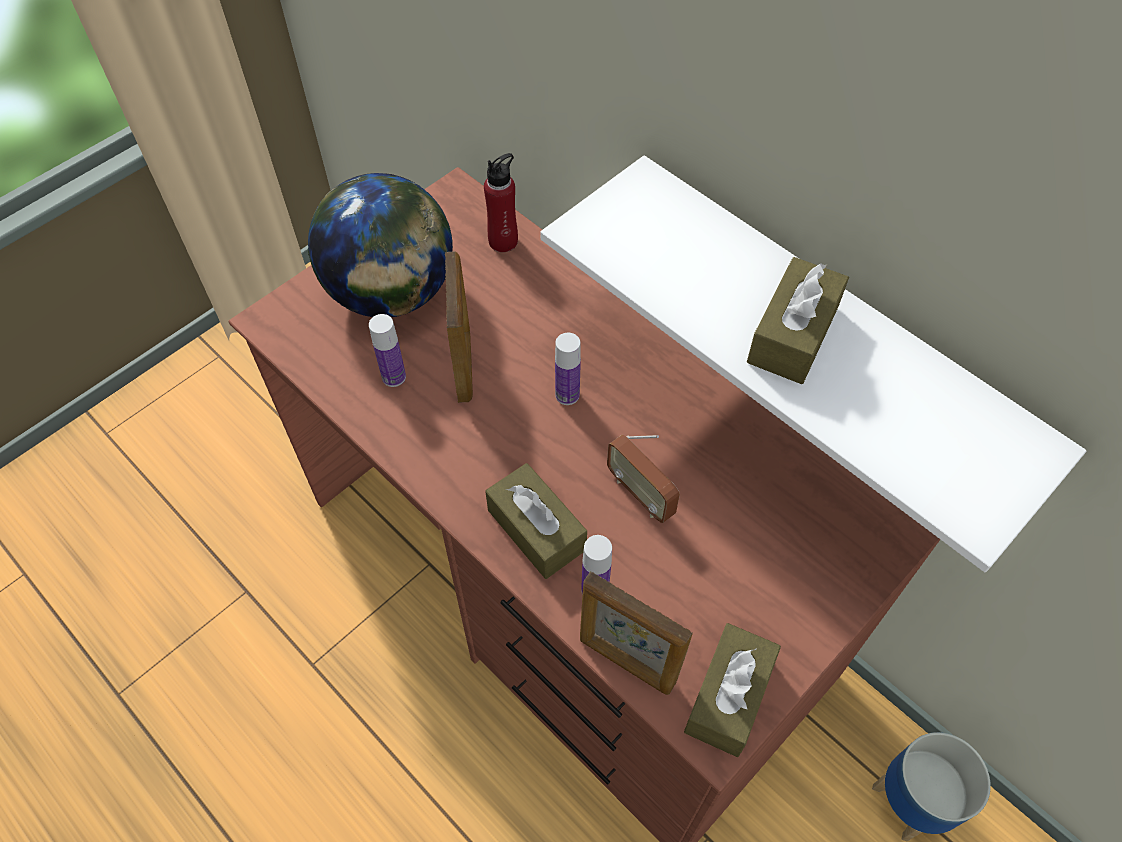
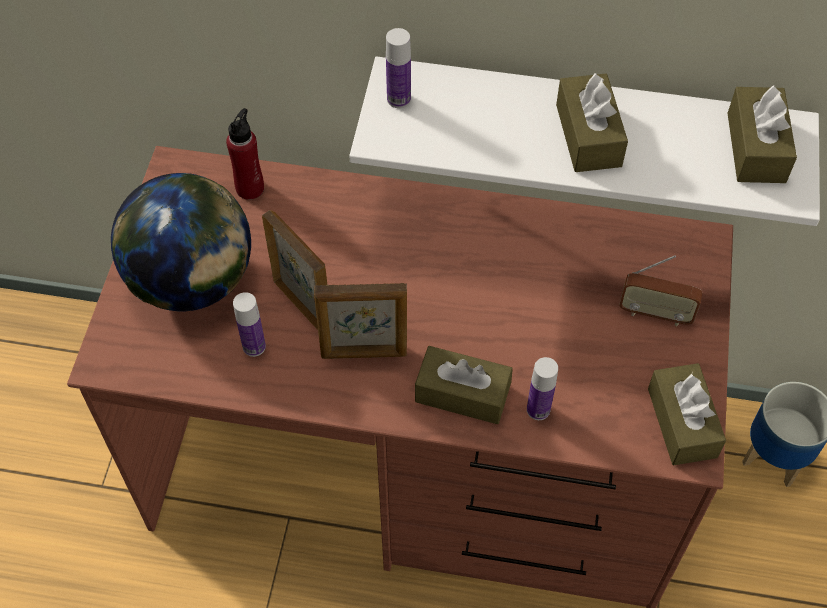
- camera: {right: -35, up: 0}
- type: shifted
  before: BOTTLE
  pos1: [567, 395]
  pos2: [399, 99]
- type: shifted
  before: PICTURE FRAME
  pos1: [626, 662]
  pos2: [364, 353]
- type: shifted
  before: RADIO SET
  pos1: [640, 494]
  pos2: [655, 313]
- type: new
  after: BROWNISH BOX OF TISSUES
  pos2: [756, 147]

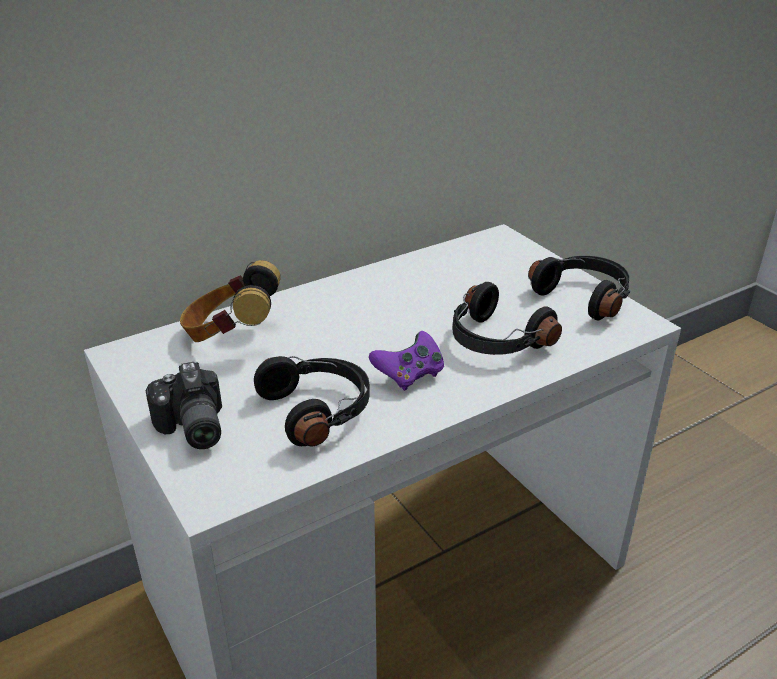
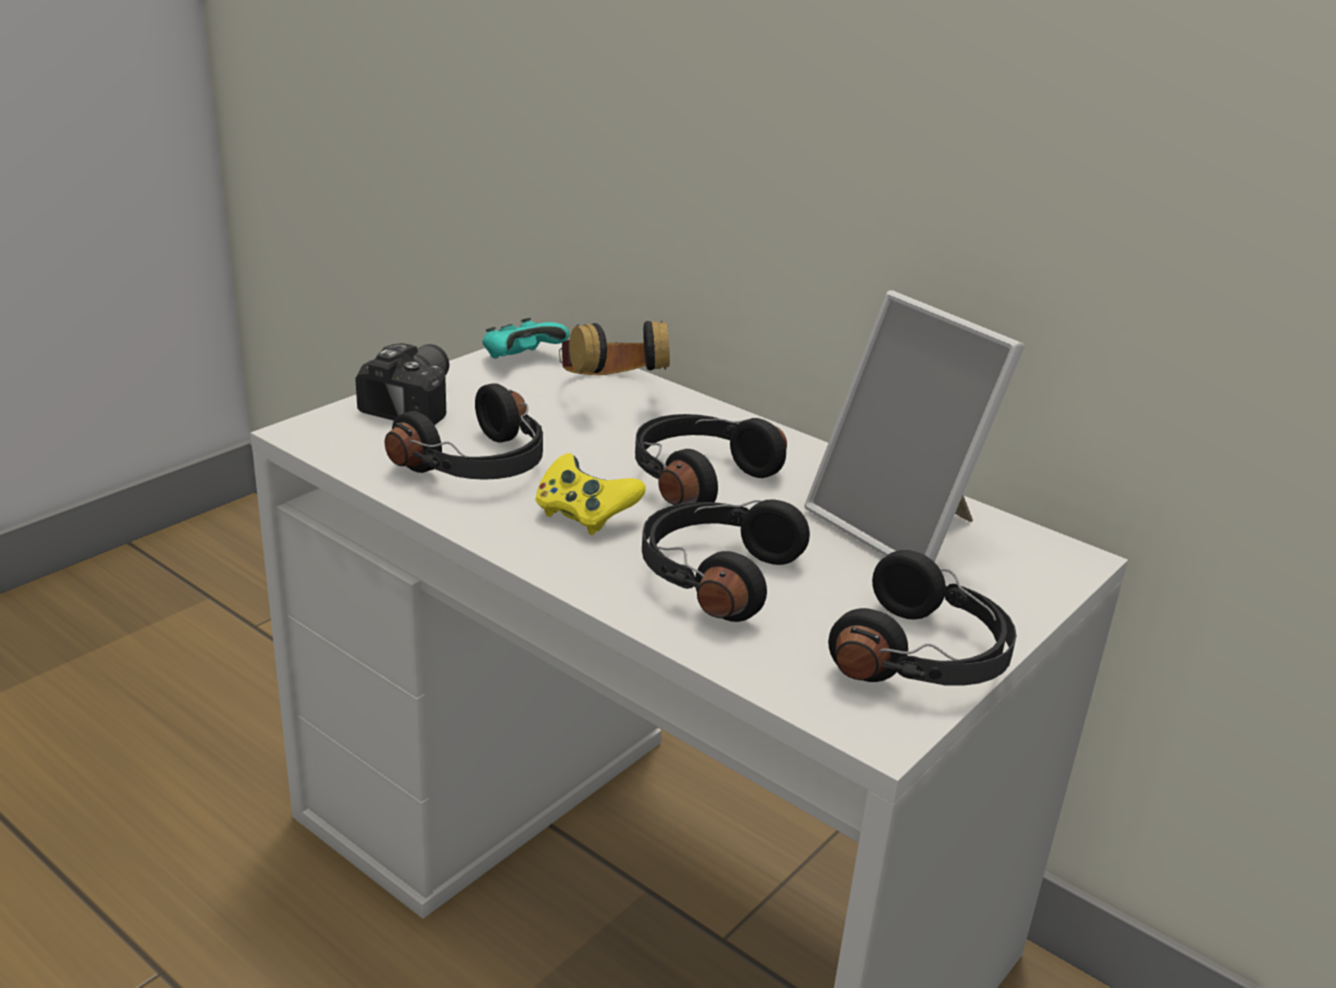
- camera: {right: 70, up: -5}
- type: rotated
  before: STILL CAMERA
  pos1: [190, 428]
  pos2: [418, 402]
  turn: 150
- type: repainted
  before: PURPLE JOYPAD
  after: YELLOW-COLOURED JOYPAD
  pos1: [409, 375]
  pos2: [584, 516]
- type: new
  after: TURQUOISE JOYPAD
  pos2: [521, 359]
- type: new
  after: BLACK HEADSET
  pos2: [696, 478]
- type: new
  after: PICTURE FRAME
  pos2: [900, 528]

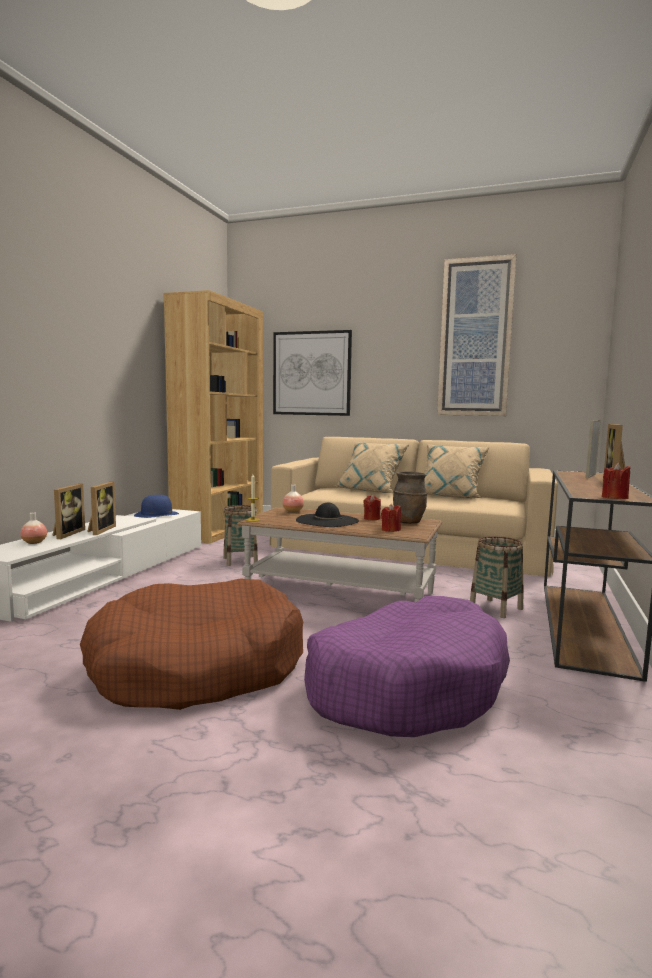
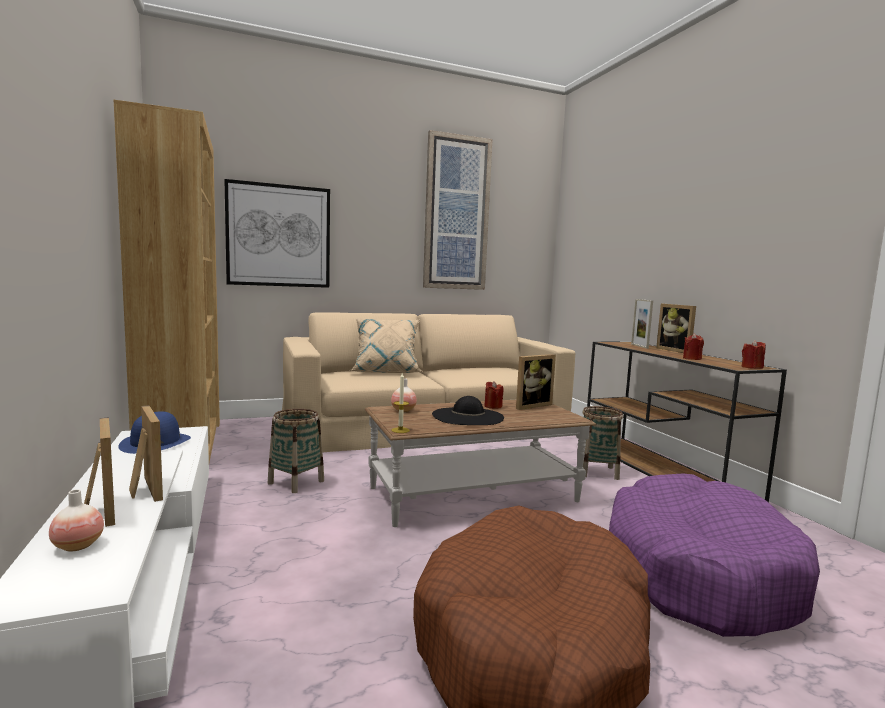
- camera: {right: -40, up: 0}
- type: shifted
  before: RED-COLOURED WAX LIGHT
  pos1: [390, 530]
  pos2: [692, 358]
- type: swapped
  before: BROWNISH DECORATIVE VASE
  after: PICTURE FRAME
  pos1: [408, 522]
  pos2: [530, 405]
- type: gone
  before: SAND-COLOURED PILLOW
  pos1: [450, 496]

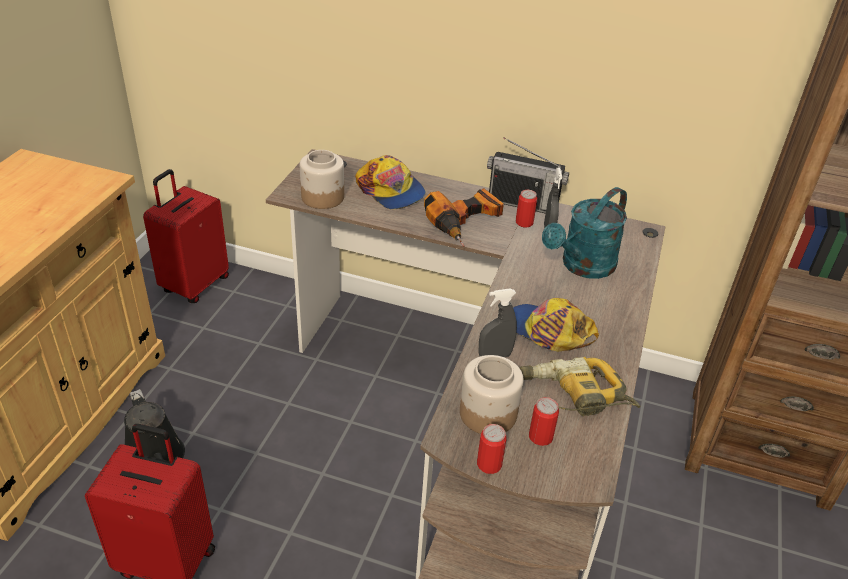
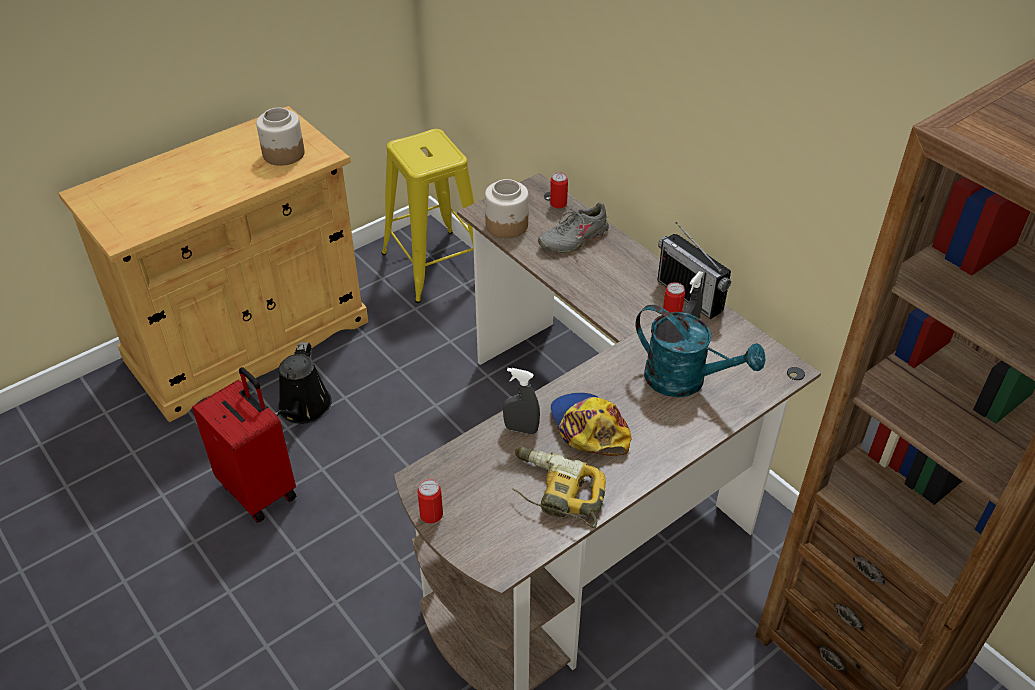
- camera: {right: 35, up: 5}
- type: swapped
  before: RED-COLOURED SUITCASE
  after: YELLOW-COLOURED SITTING STOOL
  pos1: [194, 284]
  pos2: [434, 265]
- type: swapped
  before: PEAKED CAP
  after: GRAY SHOE
  pos1: [390, 191]
  pos2: [573, 239]
- type: gone
  before: ELECTRIC DRILL
  pos1: [466, 224]
- type: shifted
  before: JAR
  pos1: [487, 414]
  pos2: [283, 154]
- type: shifted
  before: CAN
  pos1: [540, 437]
  pos2: [558, 203]
- type: rotated
  before: TURQUOISE SPRINKLING CAN
  pos1: [582, 267]
  pos2: [685, 381]
  turn: -135

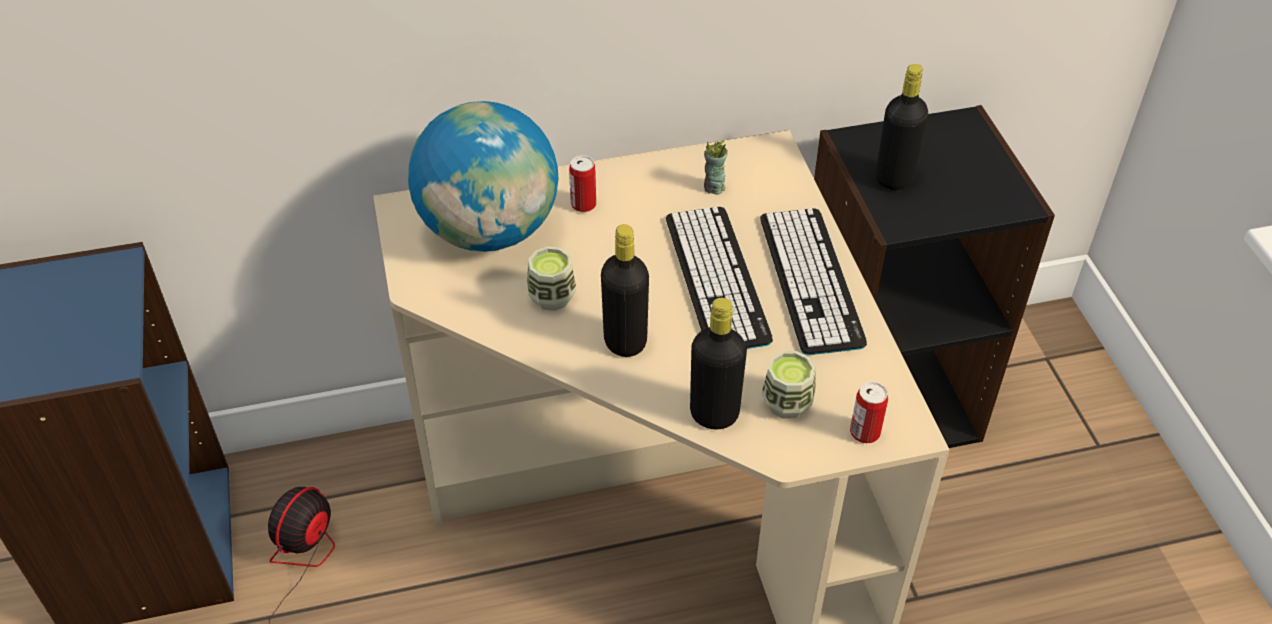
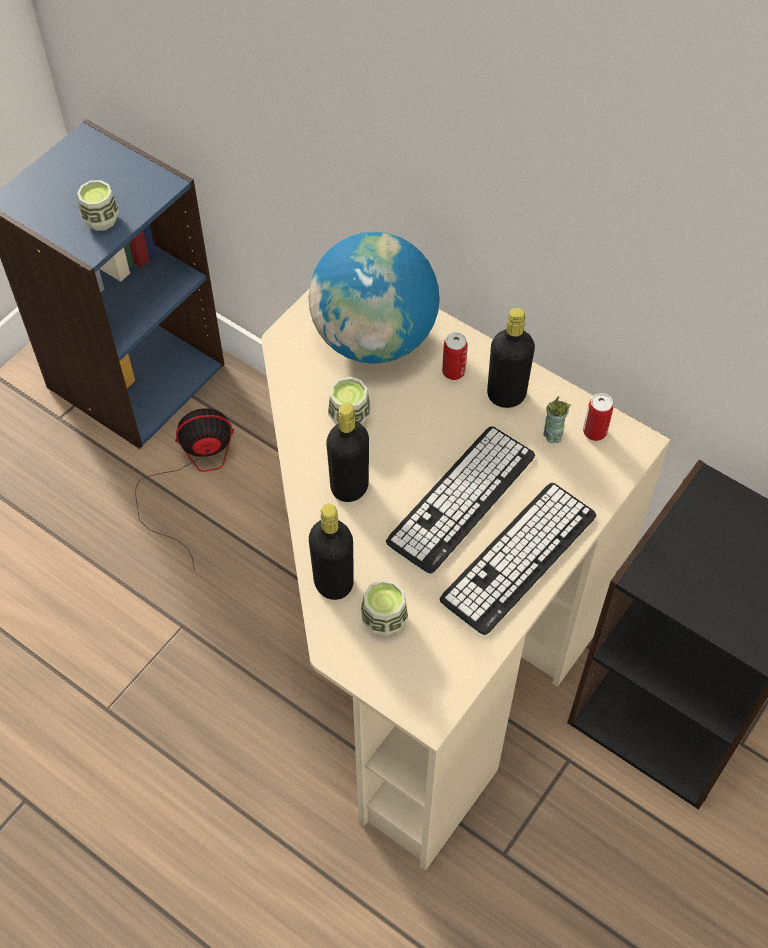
- camera: {right: 50, up: 10}
- type: shifted
  before: CAN
  pos1: [864, 432]
  pos2: [594, 432]
- type: shifted
  before: BLACK BOTTLE
  pos1: [894, 178]
  pos2: [506, 395]
- type: new
  after: CUP
  pos2: [101, 220]

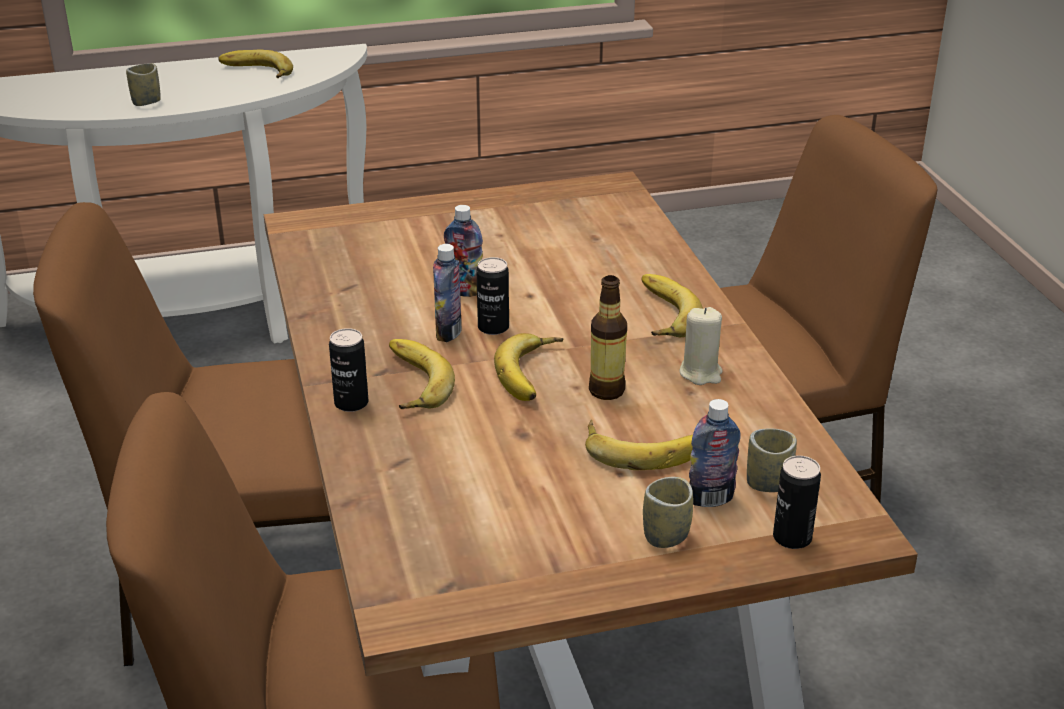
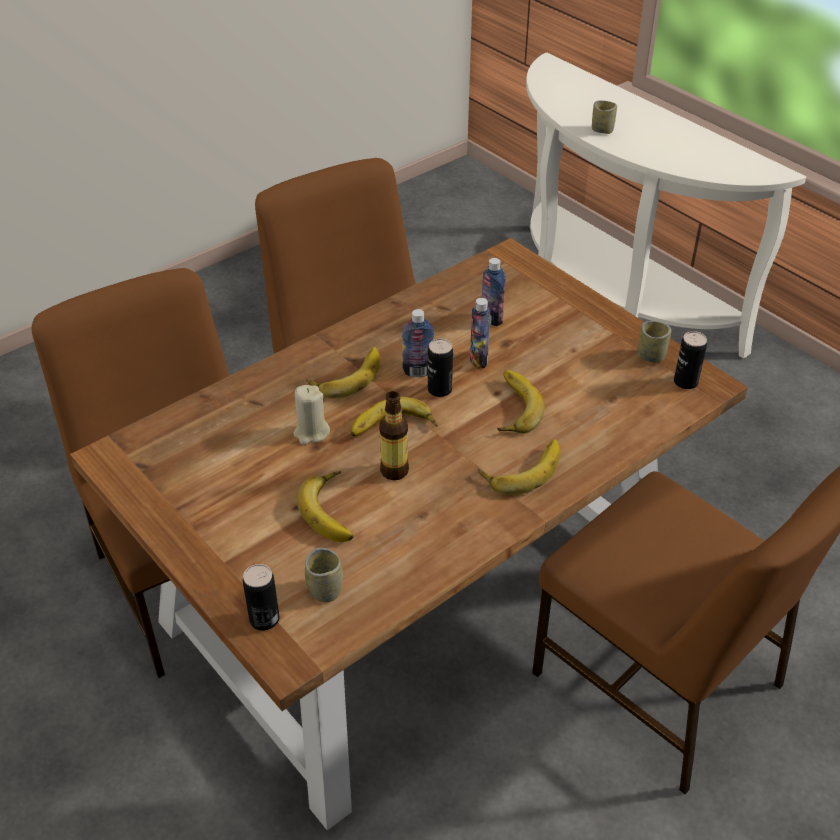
- camera: {right: 65, up: 10}
- type: shifted
  before: WHOLE BANANA
  pos1: [255, 72]
  pos2: [511, 407]
- type: shifted
  before: CAN
  pos1: [351, 403]
  pos2: [685, 382]
- type: shifted
  before: CUP
  pos1: [666, 536]
  pos2: [651, 356]
- type: shifted
  before: SAND-COLOURED WAX LIGHT
  pos1: [701, 373]
  pos2: [311, 432]
- type: shifted
  before: BOTTLE
  pos1: [710, 498]
  pos2: [491, 319]

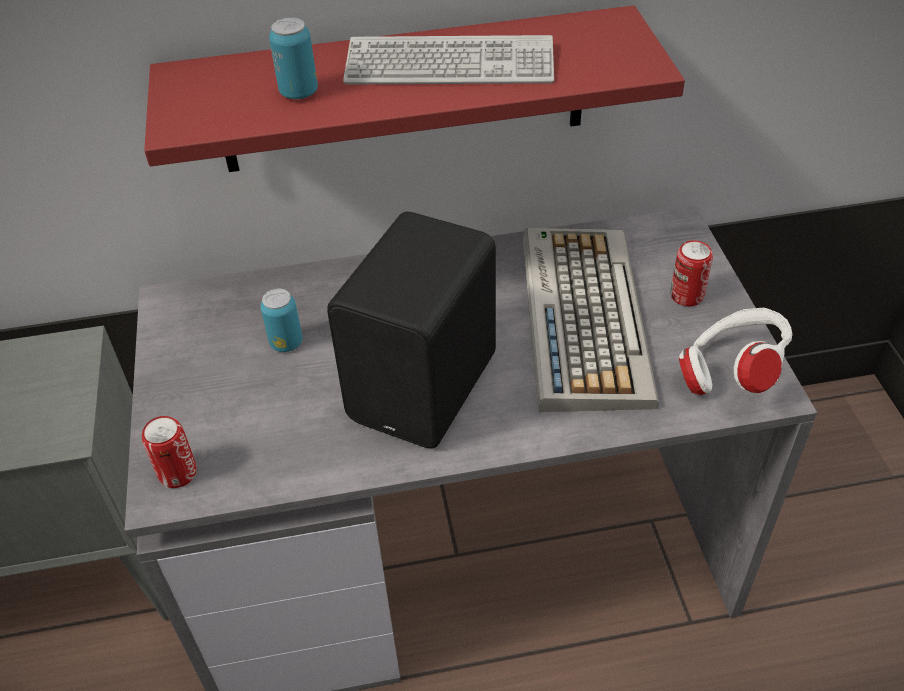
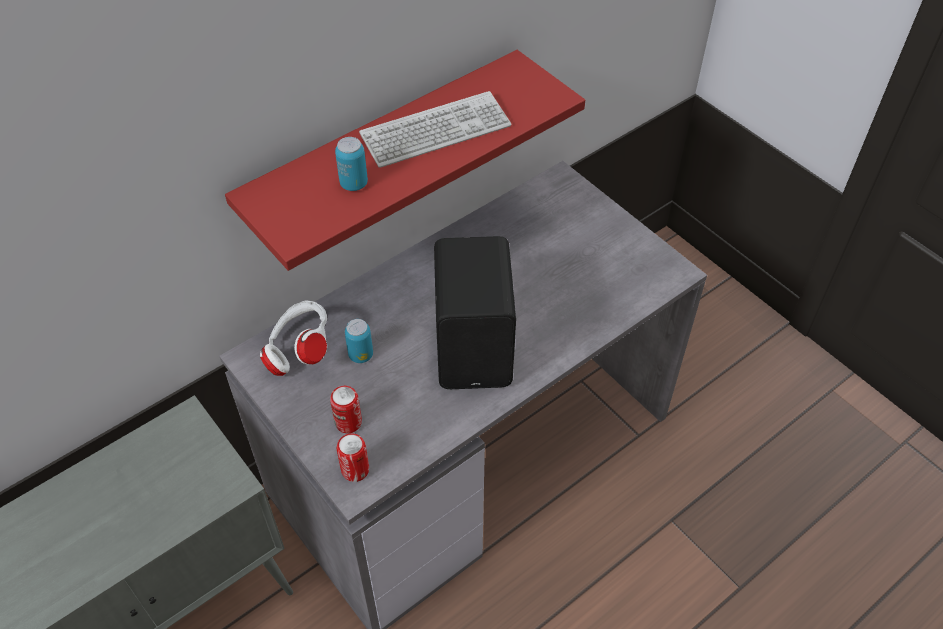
- camera: {right: -30, up: 5}
- type: gone
  before: PC KEYBOARD
  pos1: [582, 316]
- type: shifted
  before: CAN
  pos1: [686, 296]
  pos2: [348, 422]
- type: shifted
  before: WHITISH HEADSET
  pos1: [730, 375]
  pos2: [300, 352]

